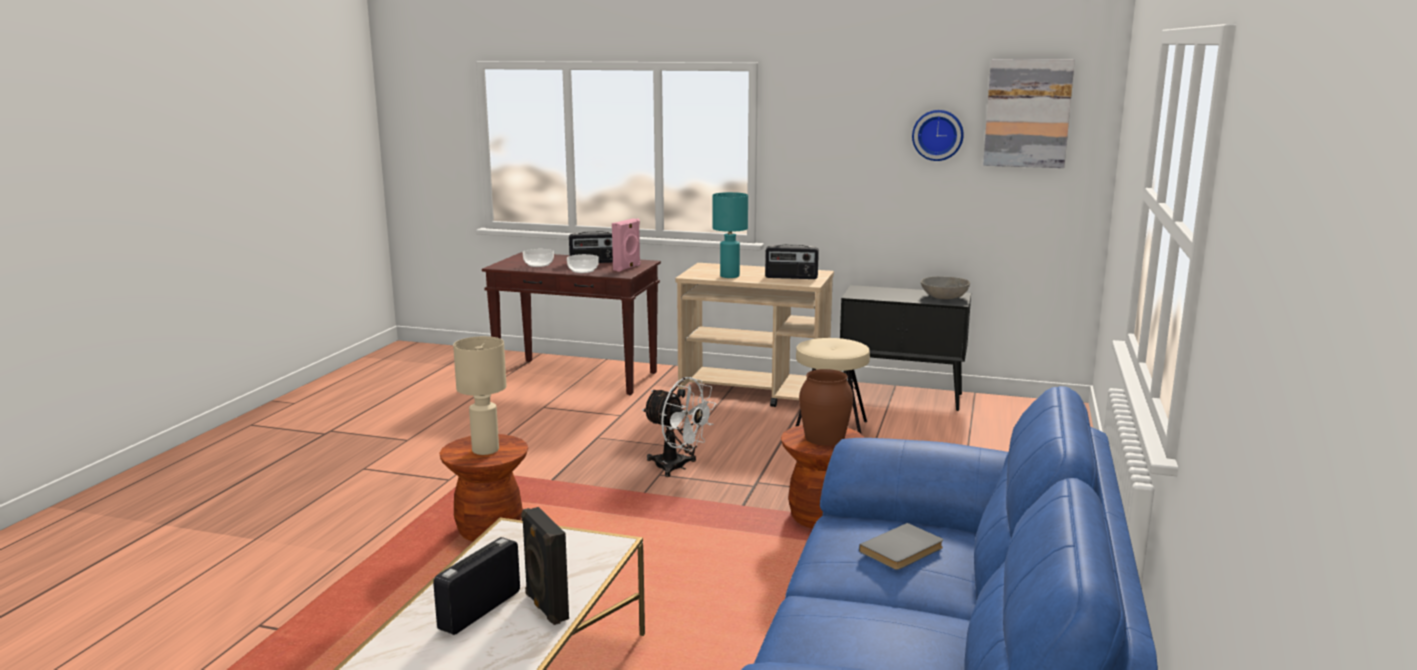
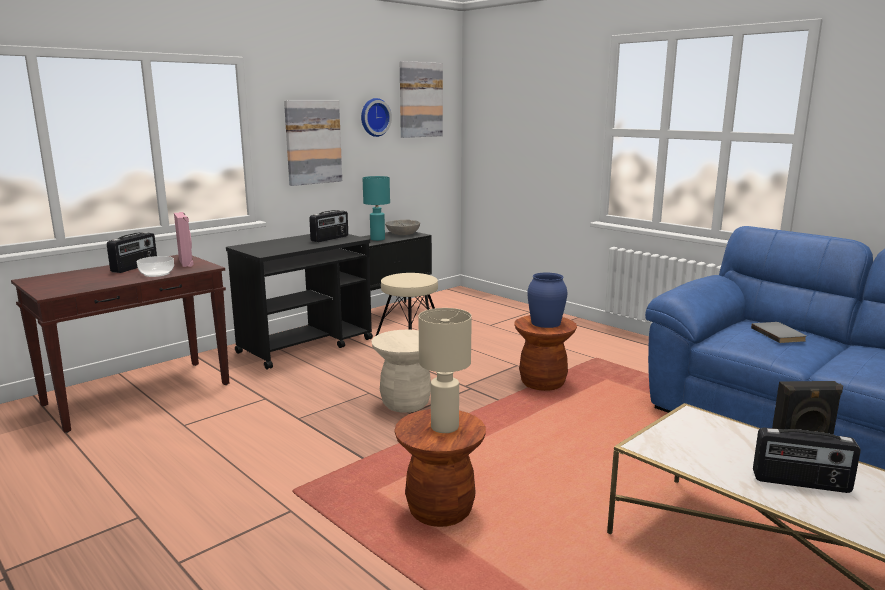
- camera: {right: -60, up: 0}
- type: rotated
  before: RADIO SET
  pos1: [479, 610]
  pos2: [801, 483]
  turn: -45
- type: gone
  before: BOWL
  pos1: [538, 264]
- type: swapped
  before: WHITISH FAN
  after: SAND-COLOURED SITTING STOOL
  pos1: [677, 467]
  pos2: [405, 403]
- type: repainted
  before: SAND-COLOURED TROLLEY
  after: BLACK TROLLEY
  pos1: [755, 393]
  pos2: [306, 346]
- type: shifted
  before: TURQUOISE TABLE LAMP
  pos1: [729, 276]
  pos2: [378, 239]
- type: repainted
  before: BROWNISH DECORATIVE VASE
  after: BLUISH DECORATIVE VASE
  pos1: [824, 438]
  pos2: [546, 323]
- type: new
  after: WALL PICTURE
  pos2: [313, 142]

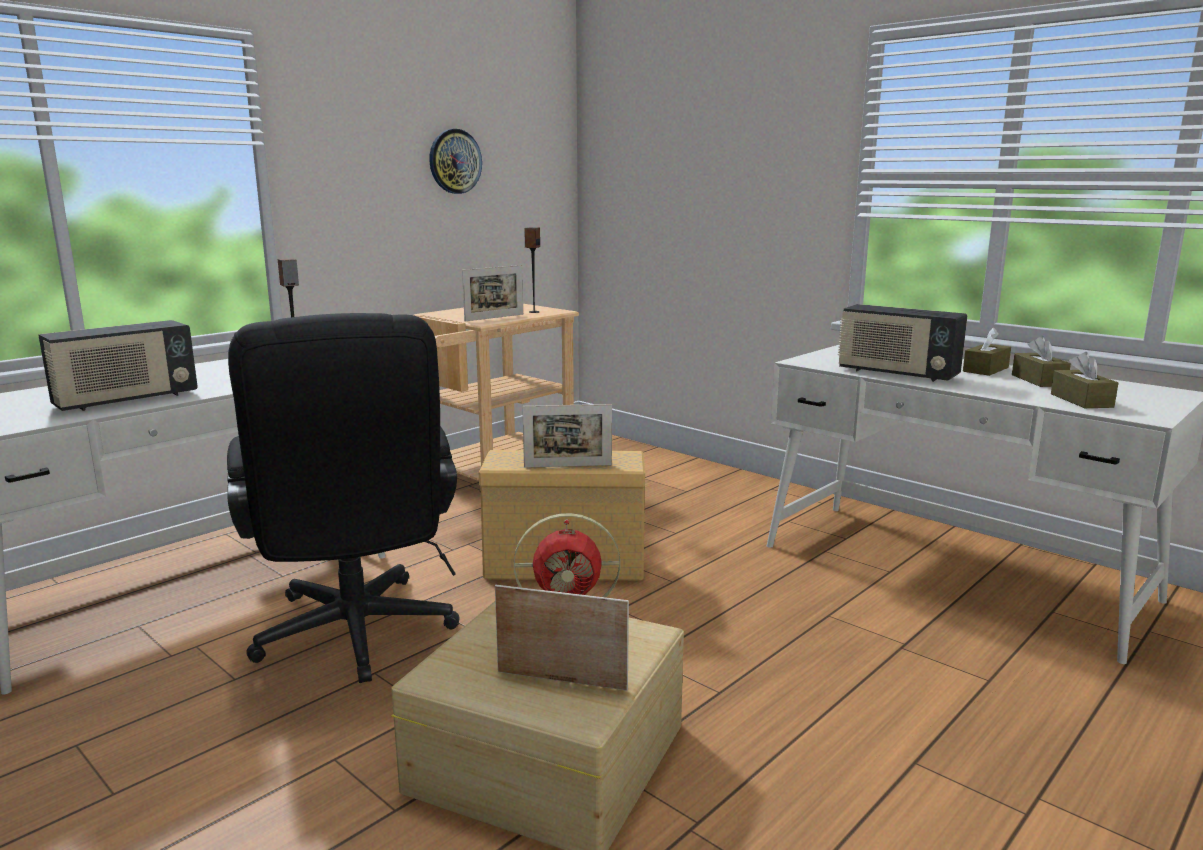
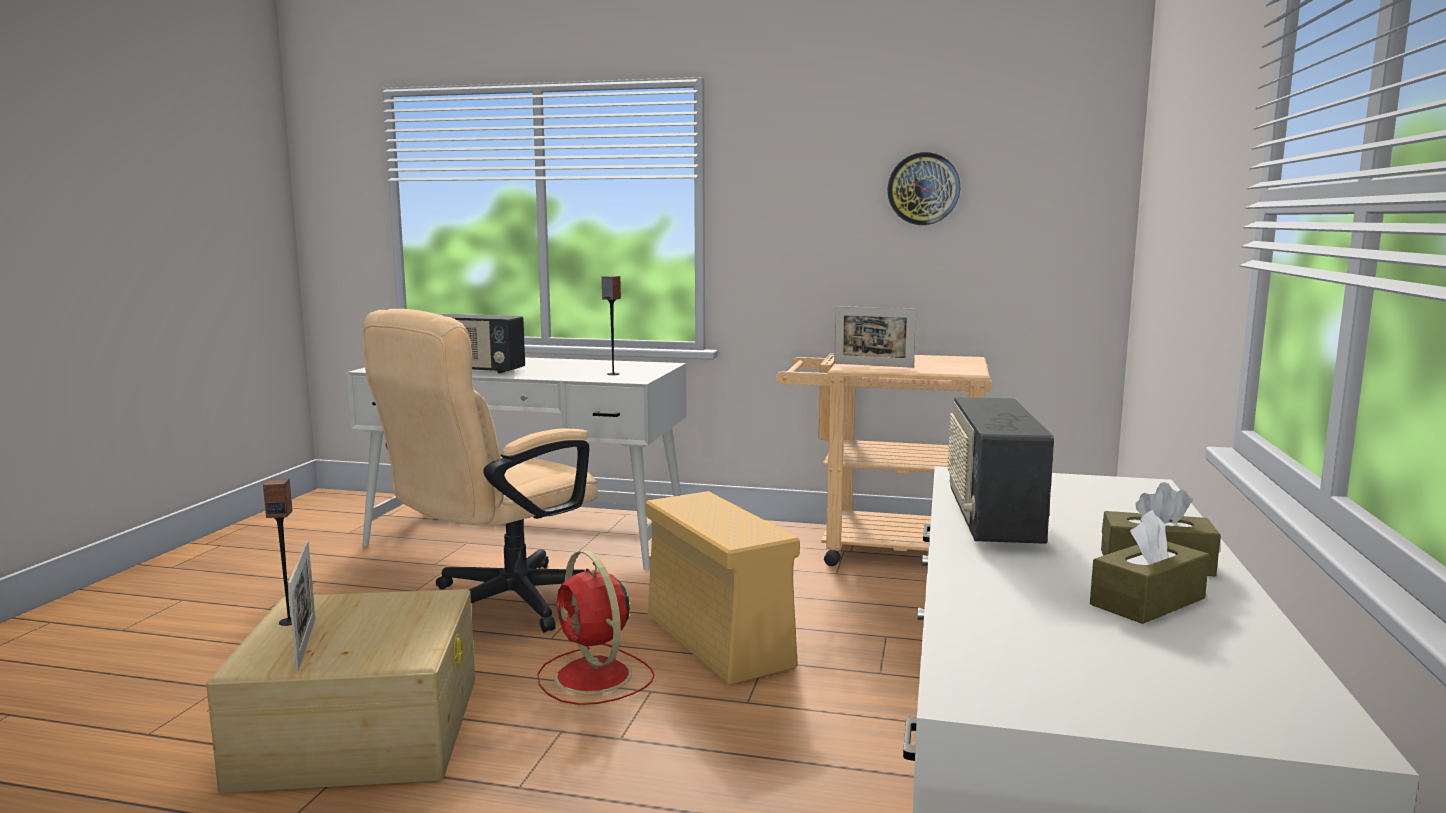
- camera: {right: 60, up: -5}
- type: repainted
  before: BLACK DESK CHAIR
  after: SAND-COLOURED DESK CHAIR
  pos1: [356, 639]
  pos2: [498, 606]
- type: gone
  before: PICTURE FRAME
  pos1: [568, 466]
- type: shifted
  before: LOUDSPEAKER
  pos1: [533, 312]
  pos2: [289, 621]
- type: gone
  before: BROWNISH BOX OF TISSUES
  pos1: [1081, 400]

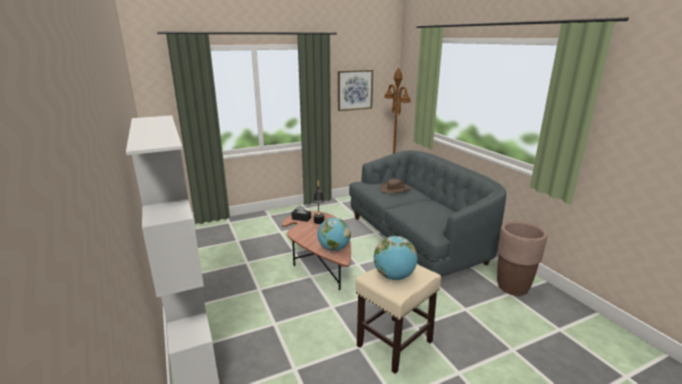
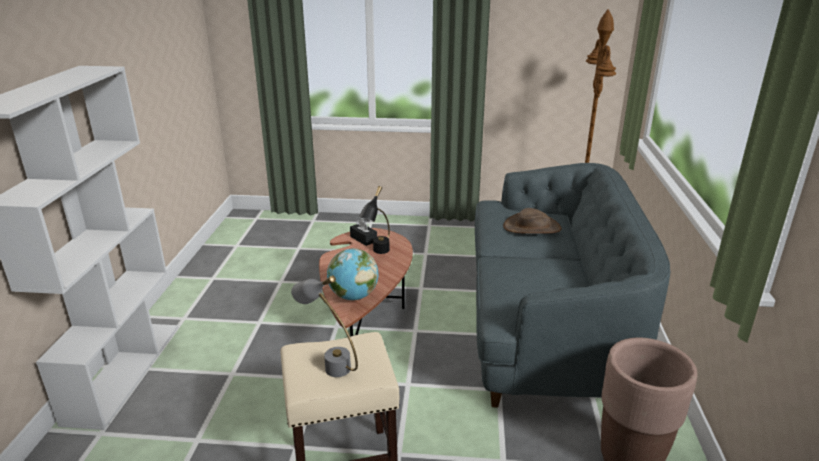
- camera: {right: 30, up: 5}
- type: gone
  before: WALL PICTURE
  pos1: [355, 90]
- type: swapped
  before: GLOBE
  after: GRAY TABLE LAMP
  pos1: [394, 276]
  pos2: [329, 363]

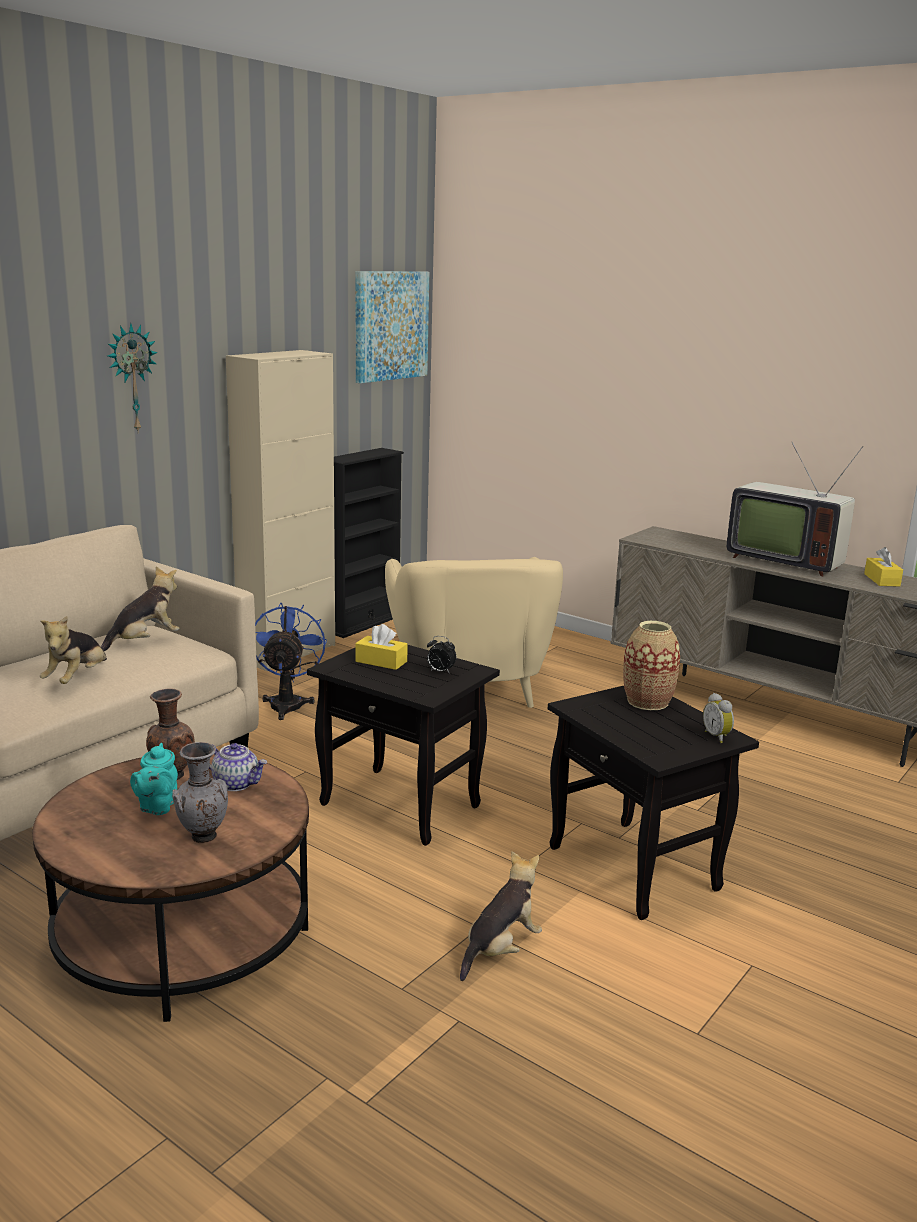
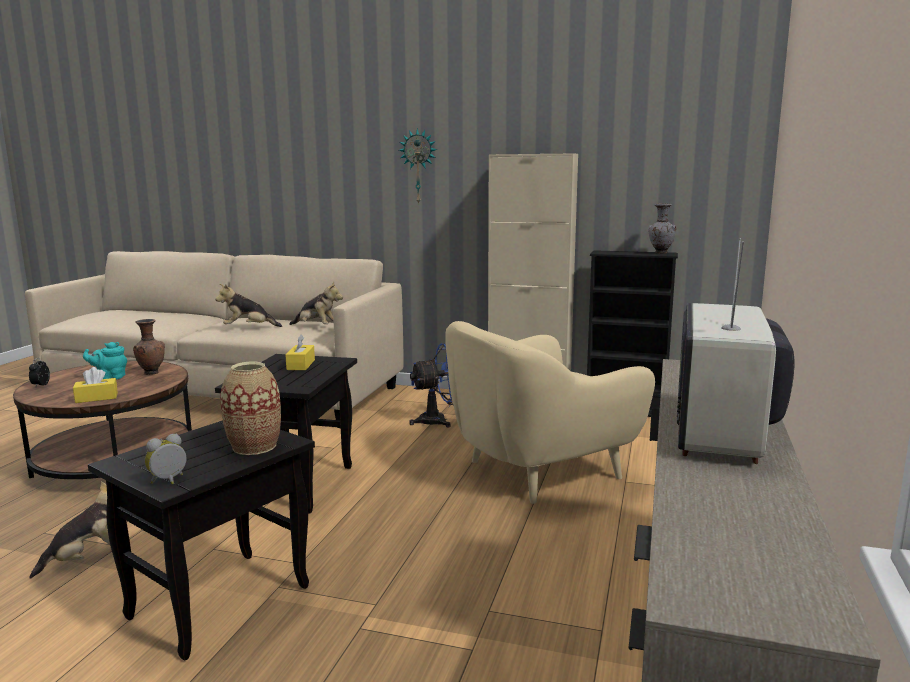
- camera: {right: 70, up: -5}
- type: shifted
  before: GRAY DECORATIVE VASE
  pos1: [202, 838]
  pos2: [660, 253]
- type: gone
  before: TEA POT
  pos1: [236, 783]
- type: gone
  before: WALL PICTURE
  pos1: [390, 325]
- type: shifted
  before: BEDSIDE CLOCK
  pos1: [440, 672]
  pos2: [40, 386]
- type: rotated
  before: CUDDLY TOY
  pos1: [500, 949]
  pos2: [86, 559]
  turn: -60
- type: shifted
  before: YELLOW-COLOURED BOX OF TISSUES
  pos1: [881, 580]
  pos2: [96, 398]

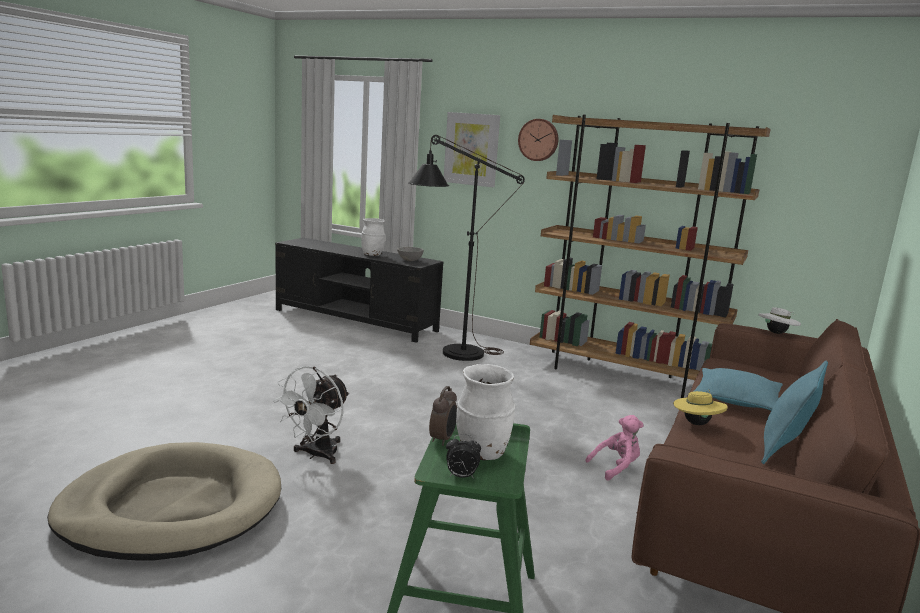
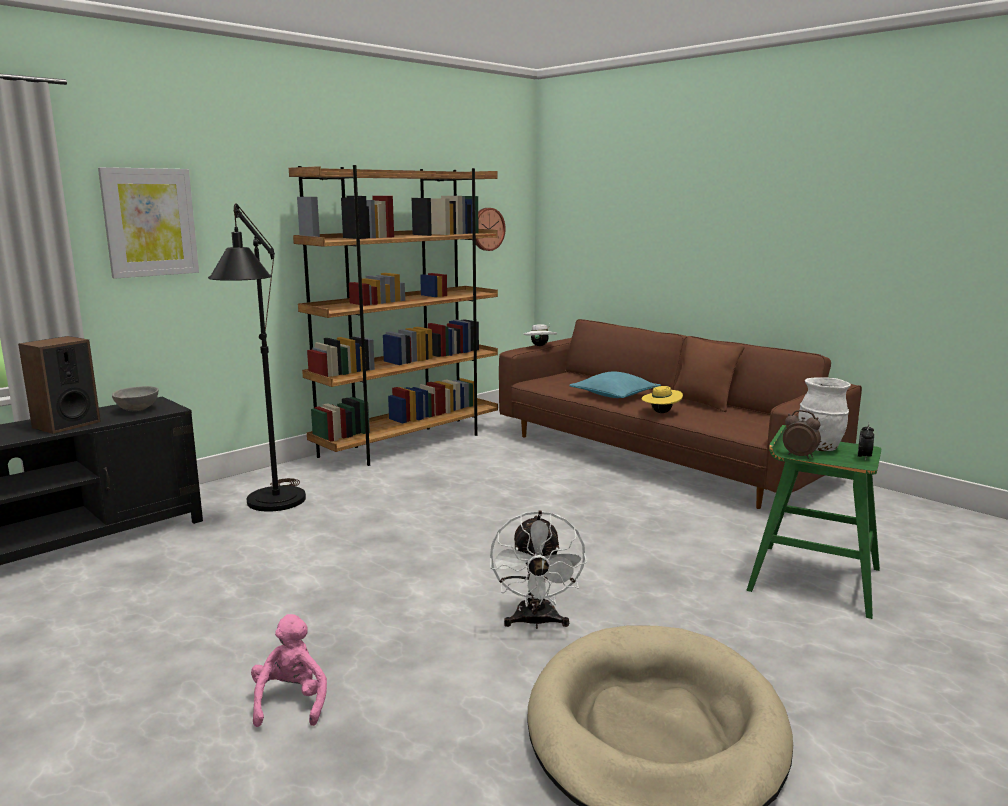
- camera: {right: -70, up: 0}
- type: rotated
  before: WHITISH FAN
  pos1: [316, 455]
  pos2: [536, 622]
  turn: 45
- type: swapped
  before: WHITISH DECORATIVE VASE
  after: LOUDSPEAKER
  pos1: [372, 255]
  pos2: [66, 424]
- type: shifted
  before: CLOCK ON THE WALL
  pos1: [539, 140]
  pos2: [486, 229]
- type: shifted
  before: PINKISH CUDDLY TOY
  pos1: [616, 468]
  pos2: [291, 702]
- type: repainted
  before: TURQUOISE PILLOW
  after: BROWNISH PILLOW
  pos1: [784, 450]
  pos2: [703, 403]

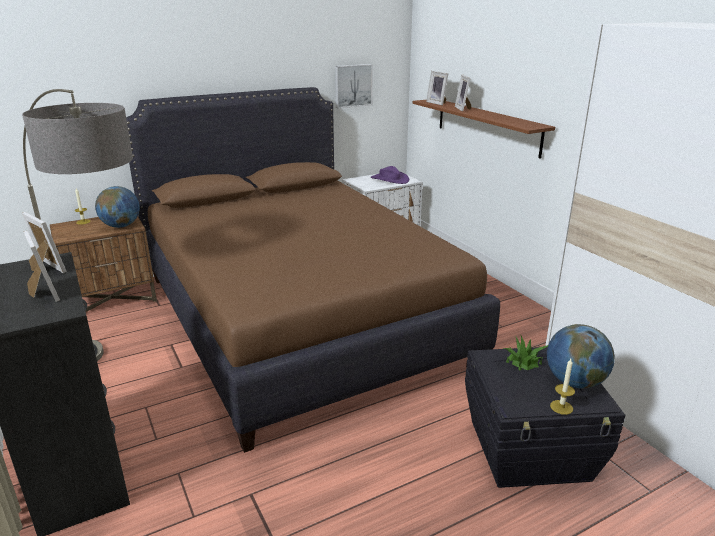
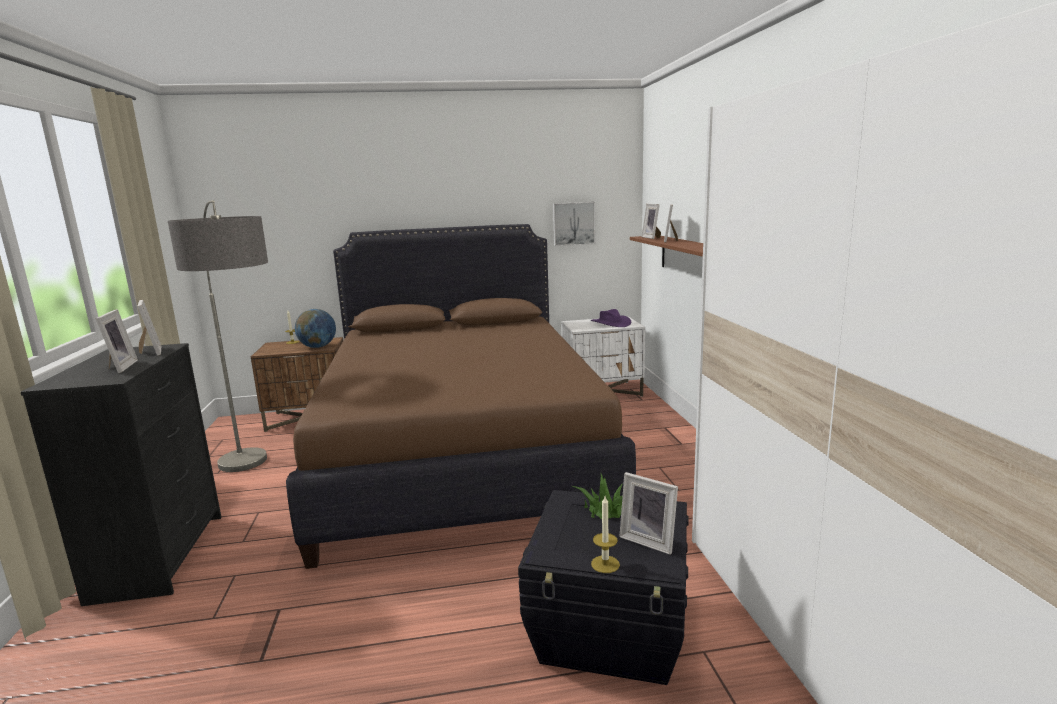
- camera: {right: 20, up: -10}
- type: swapped
  before: GLOBE
  after: PICTURE FRAME
  pos1: [574, 382]
  pos2: [649, 540]

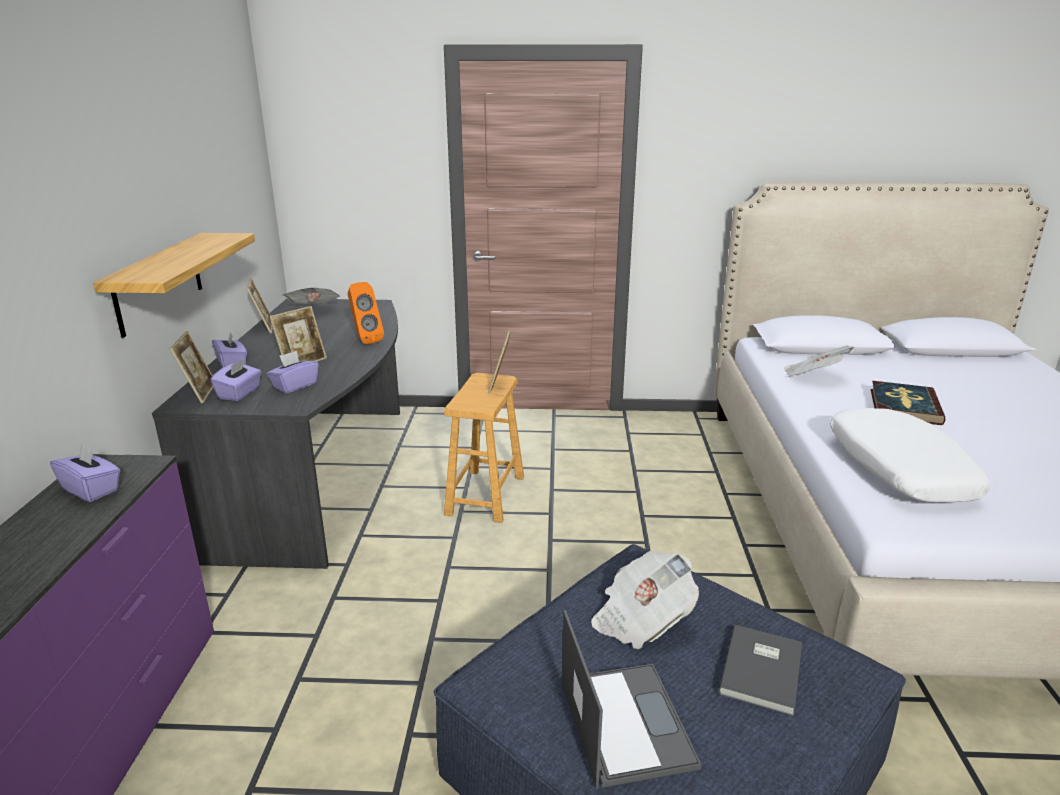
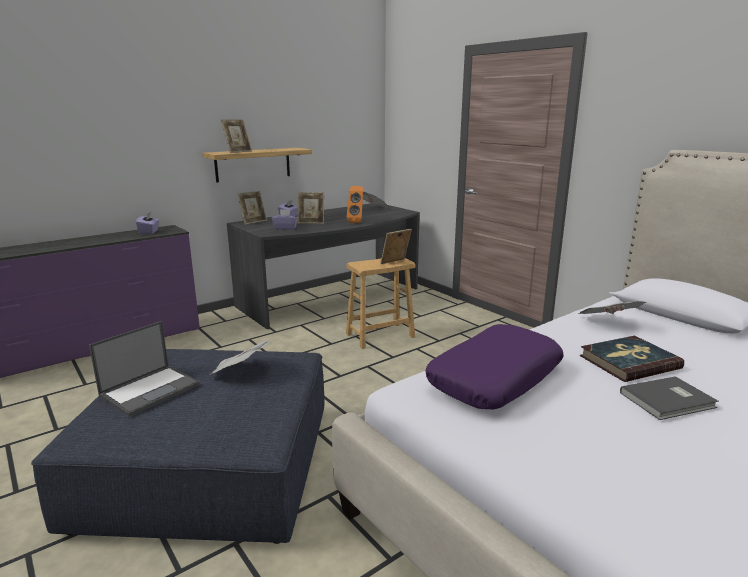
- camera: {right: 50, up: -5}
- type: gone
  before: PURPLE BOX OF TISSUES
  pos1: [239, 393]
- type: shifted
  before: PICTURE FRAME
  pos1: [264, 327]
  pos2: [238, 152]
- type: shifted
  before: GRAY BOOK
  pos1: [764, 671]
  pos2: [669, 401]
- type: repainted
  before: WHITISH PILLOW
  after: PURPLE PILLOW
  pos1: [897, 469]
  pos2: [495, 378]

